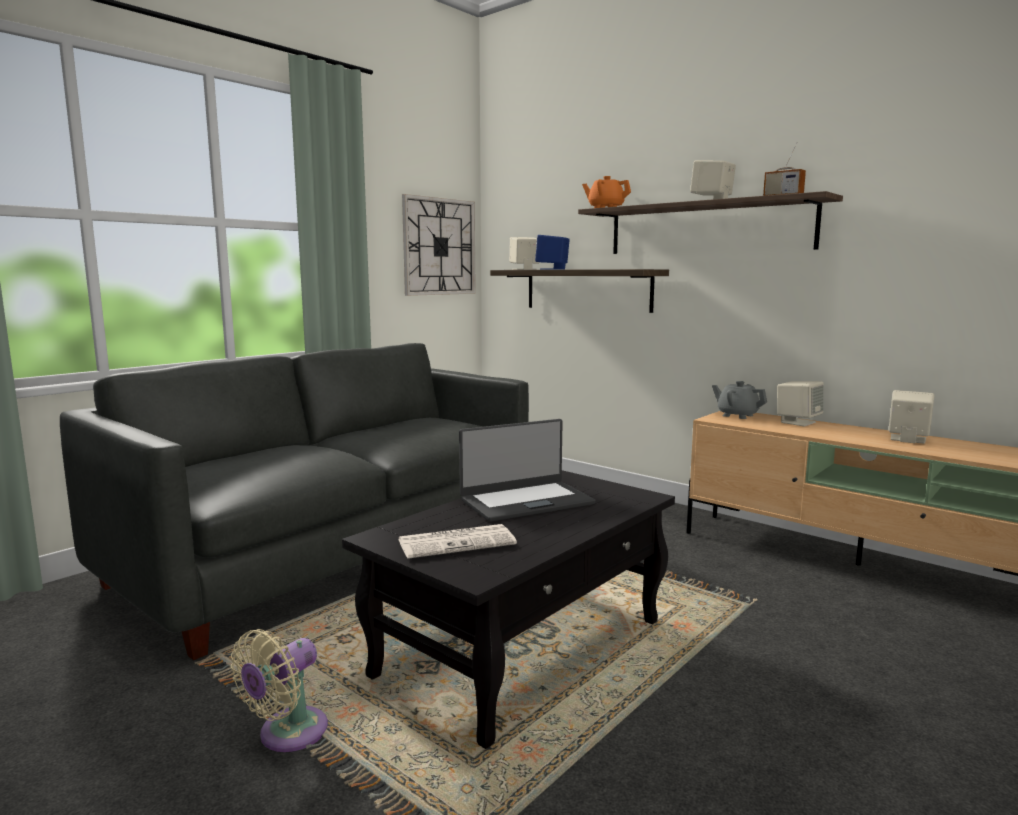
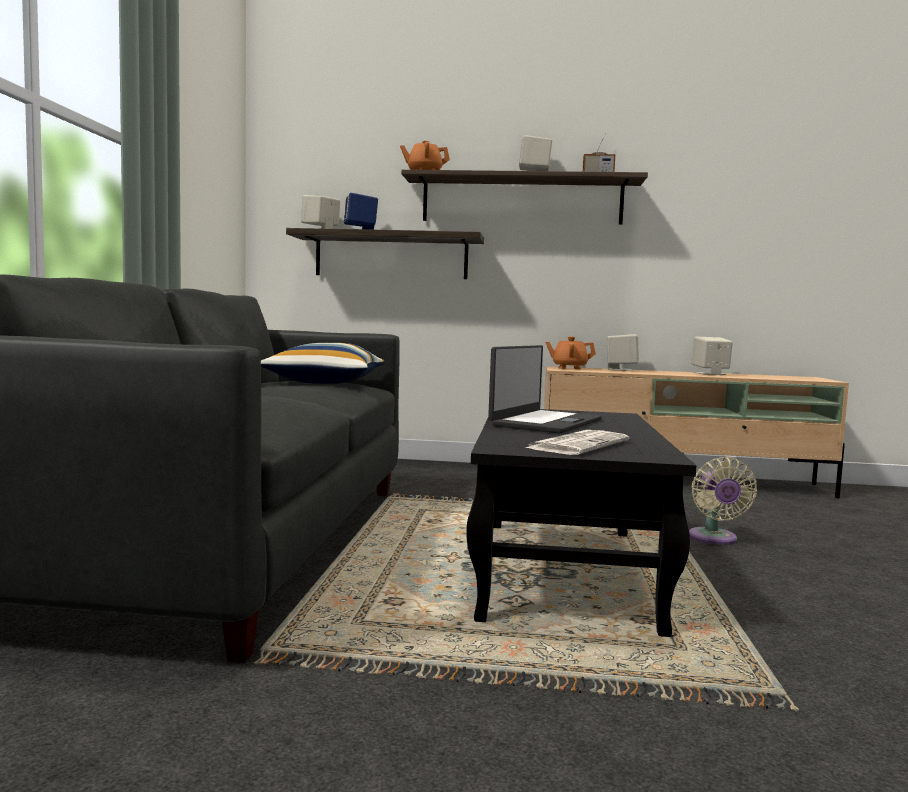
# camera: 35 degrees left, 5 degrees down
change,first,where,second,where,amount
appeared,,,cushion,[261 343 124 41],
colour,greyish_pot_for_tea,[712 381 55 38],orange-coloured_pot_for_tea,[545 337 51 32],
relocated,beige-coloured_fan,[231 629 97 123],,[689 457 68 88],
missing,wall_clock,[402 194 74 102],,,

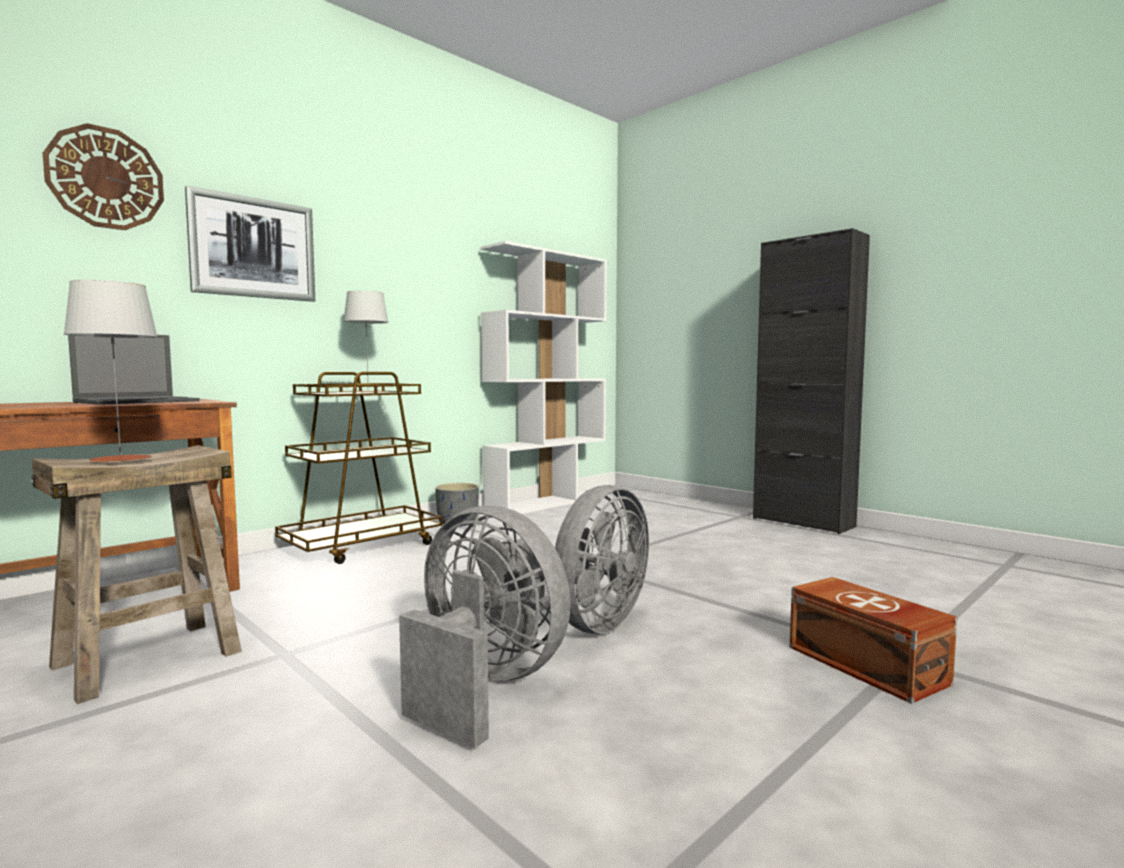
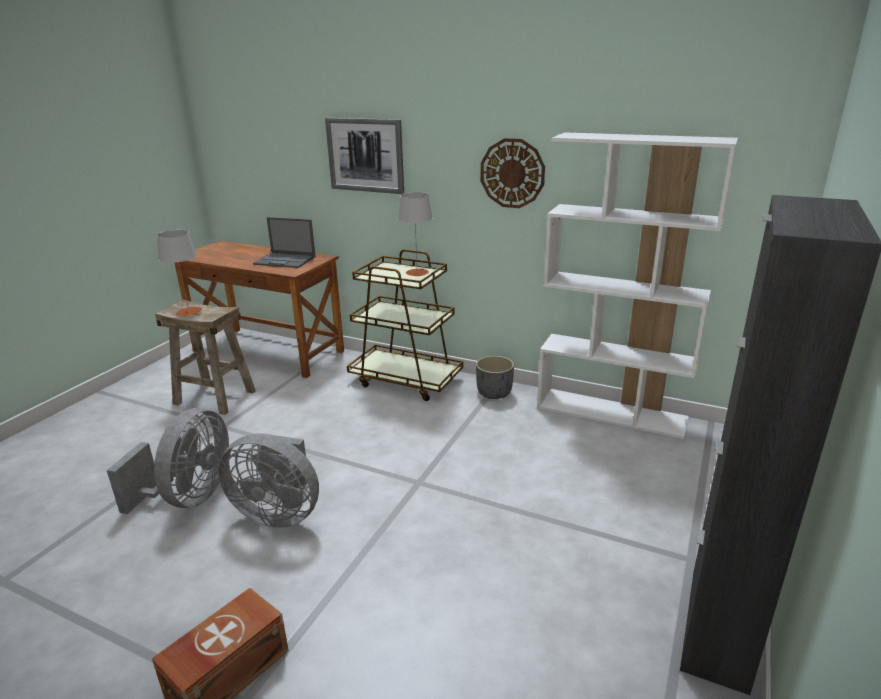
# camera: 70 degrees right, 20 degrees up
change,first,where,second,where,amount
relocated,wall_clock,[43 123 121 107],,[481 138 64 70],

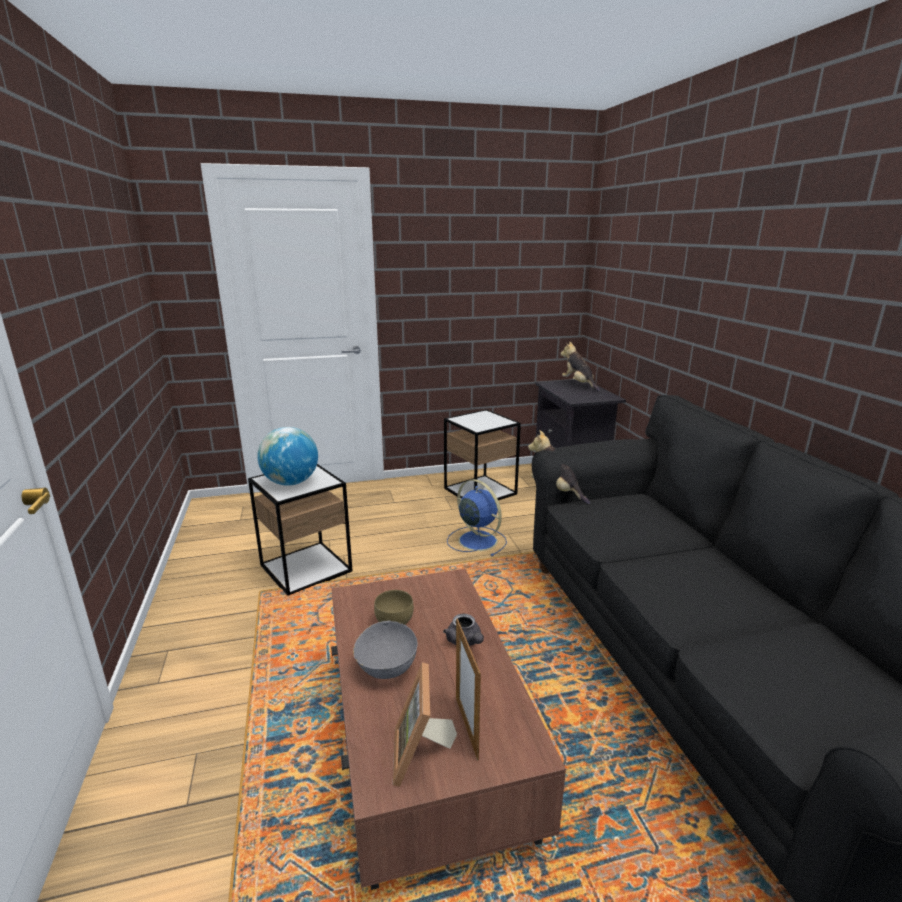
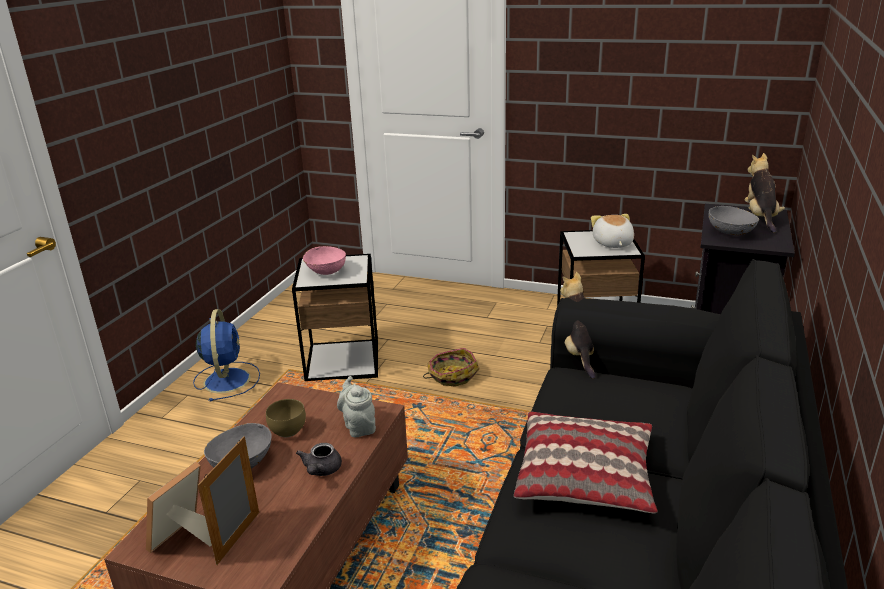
# camera: 35 degrees right, 5 degrees up
change,first,where,second,where,amount
relocated,blue_fan,[447 479 60 77],,[193 309 67 92],
exchanged,desk_globe,[257 427 61 59],pink_bowl,[303 246 43 29],
appeared,,,greyish_pot_for_tea,[337 376 39 61],
appeared,,,basket,[423 348 57 39],
appeared,,,cushion,[514 411 144 102],
appeared,,,plush_toy,[591 214 43 34],
appeared,,,greyish_bowl,[708 206 51 29],

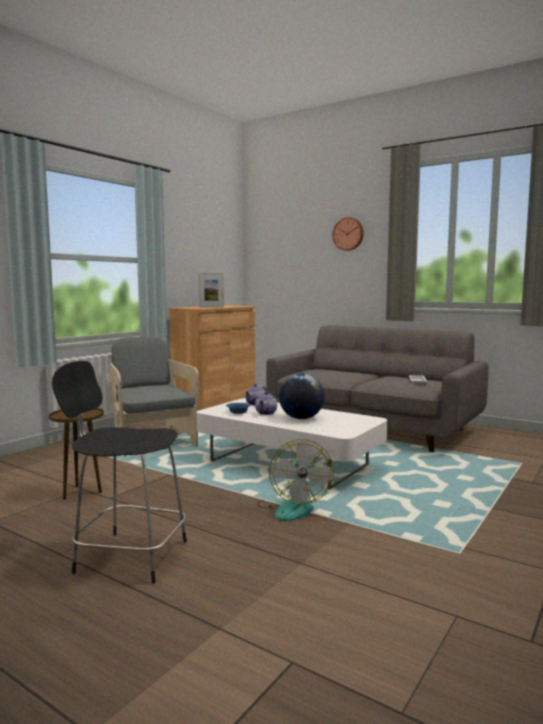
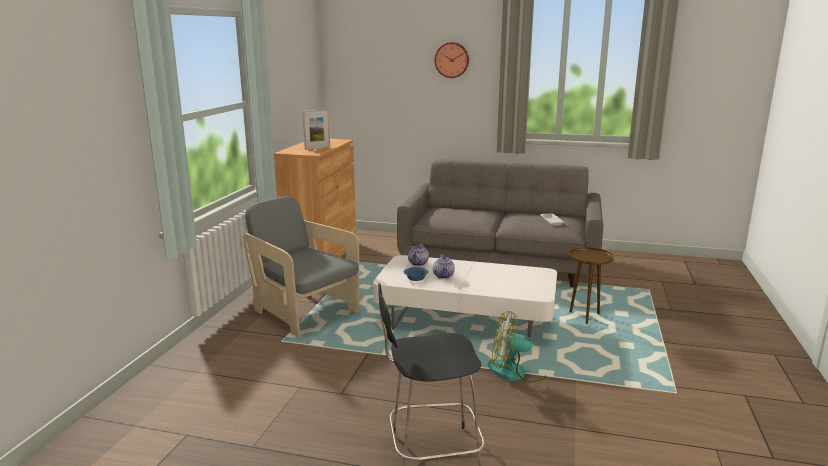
# camera: 20 degrees left, 10 degrees up
change,first,where,second,where,amount
spun,fan,[257 439 77 82],,[488 311 58 71],120 degrees clockwise
relocated,brown_accent_table,[49 408 55 92],,[569 247 45 77],
missing,desk_globe,[279 373 46 46],,,

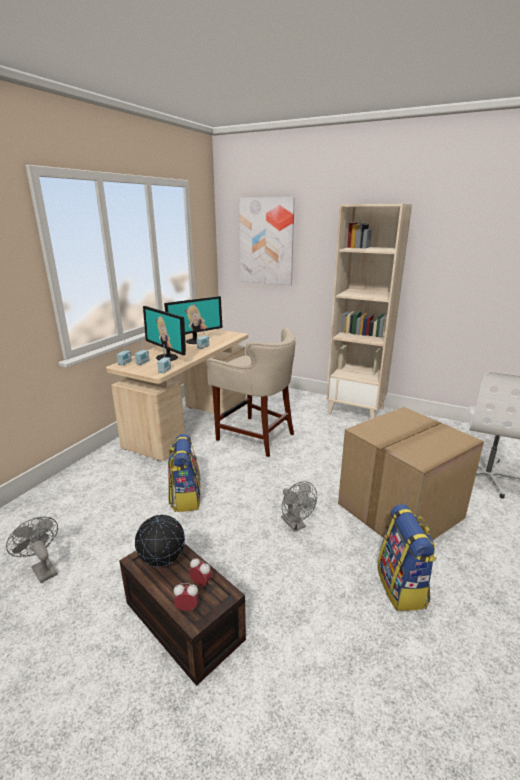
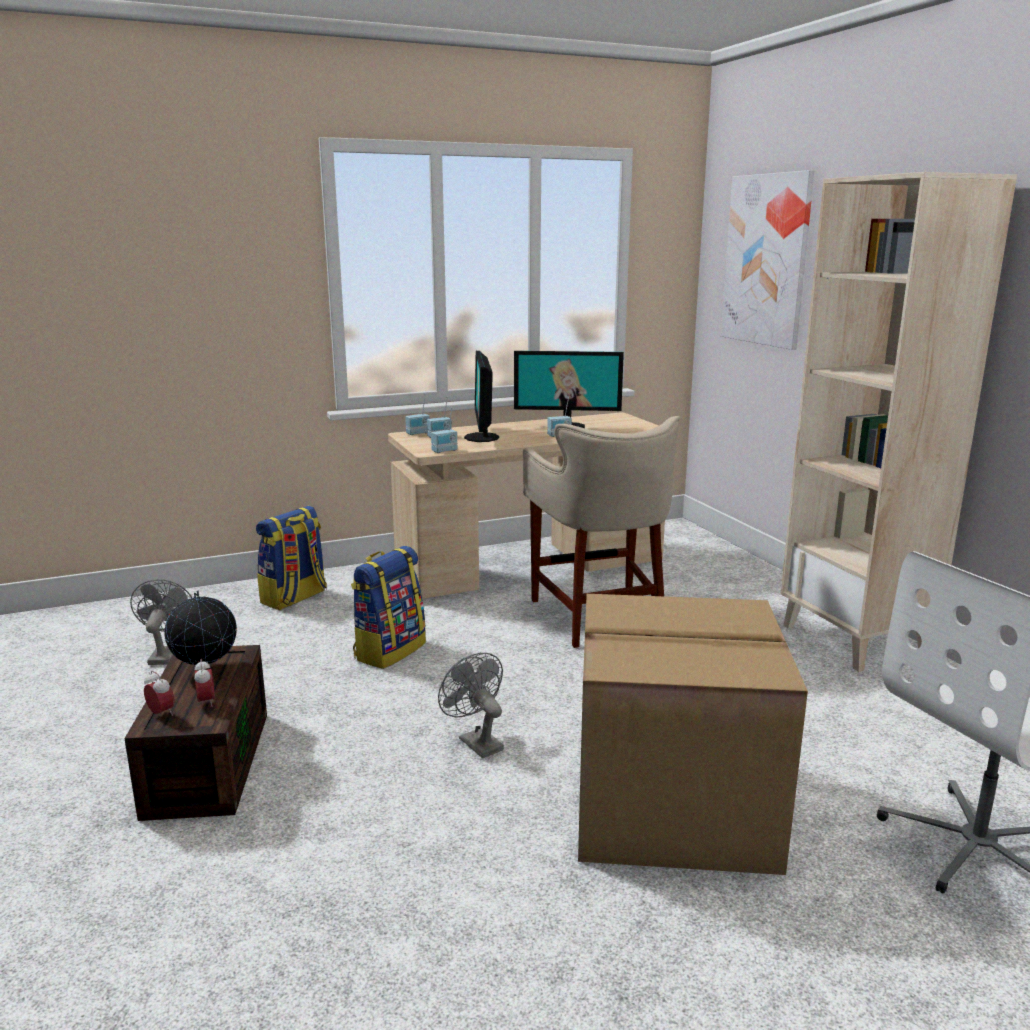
# camera: 40 degrees right, 5 degrees down
change,first,where,second,where,amount
relocated,backpack,[377 504 60 107],,[256 506 71 104],
spun,greyish_fan,[281 481 36 51],,[438 653 66 105],135 degrees clockwise

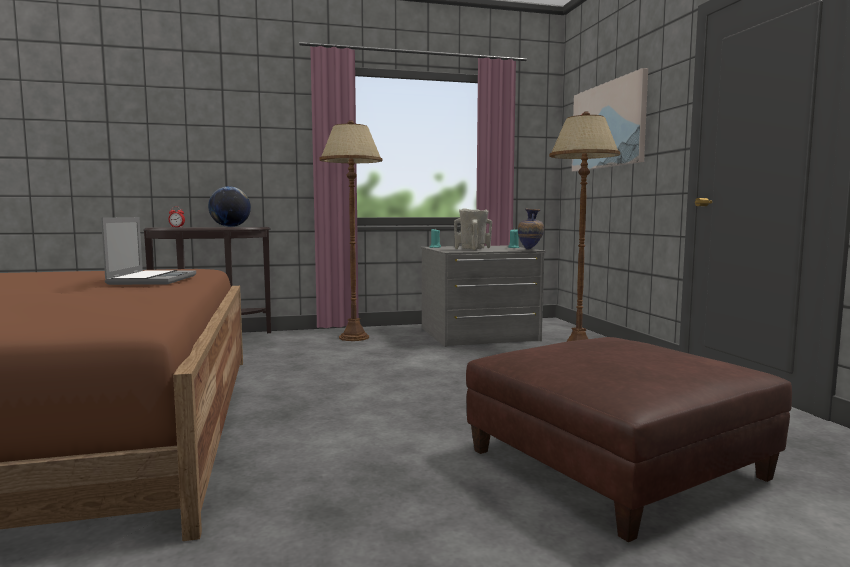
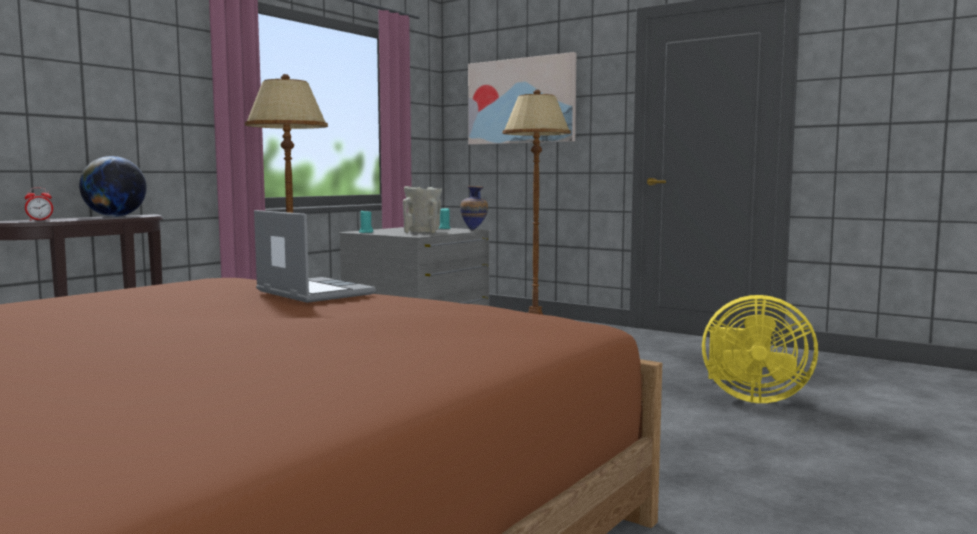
# camera: 40 degrees left, 0 degrees up
change,first,where,second,where,amount
exchanged,brown_footrest,[466 337 326 205],yellow_fan,[702 295 116 108],

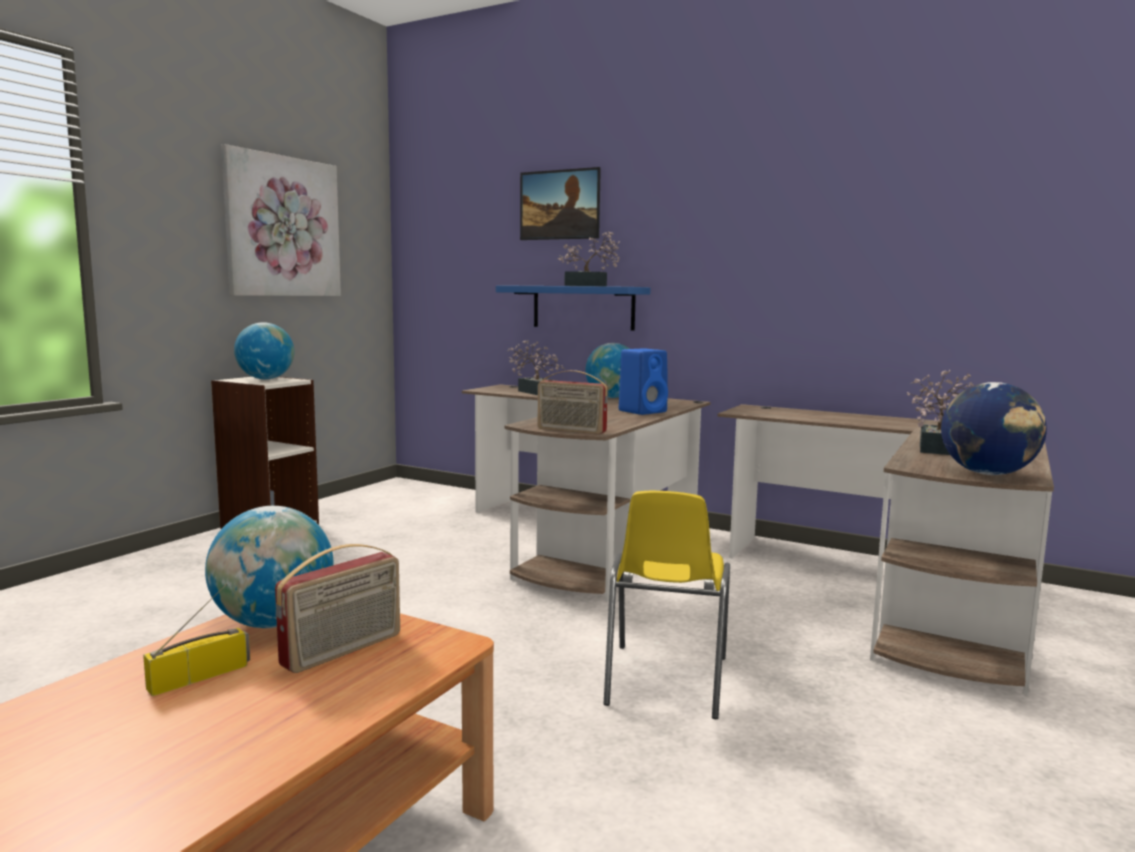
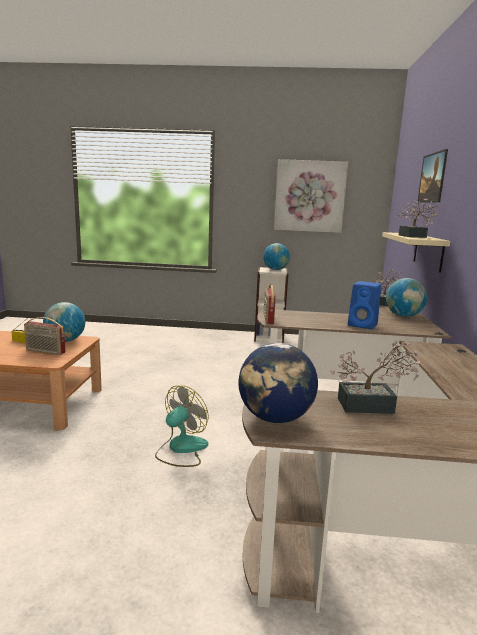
# camera: 65 degrees right, 5 degrees up
change,first,where,second,where,amount
exchanged,yellow_upright_chair,[604 491 126 228],fan,[155 386 54 81],
colour,blue_shelf,[496 285 154 46],beige-coloured_shelf,[382 232 68 40],

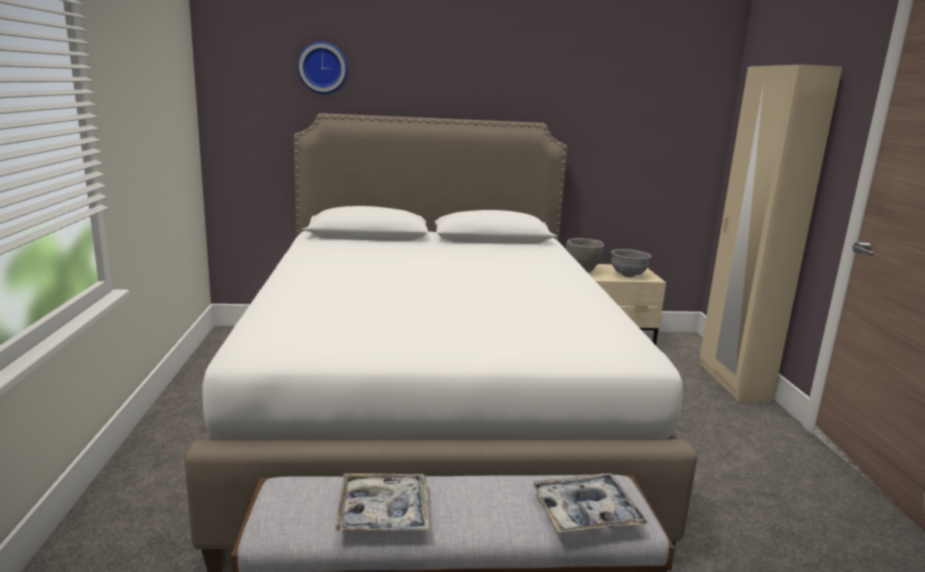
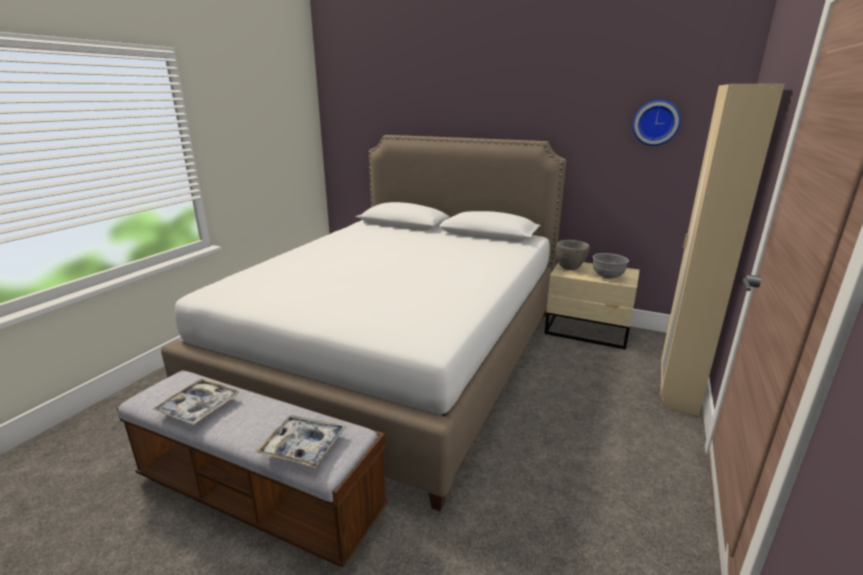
# camera: 30 degrees right, 5 degrees up
change,first,where,second,where,amount
relocated,wall_clock,[297 41 51 53],,[633 100 48 46],

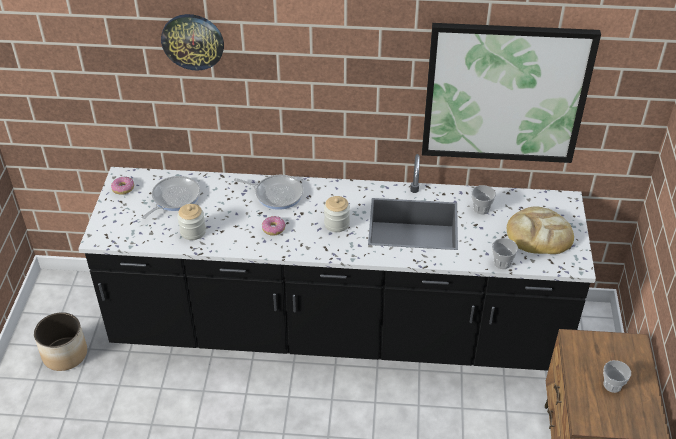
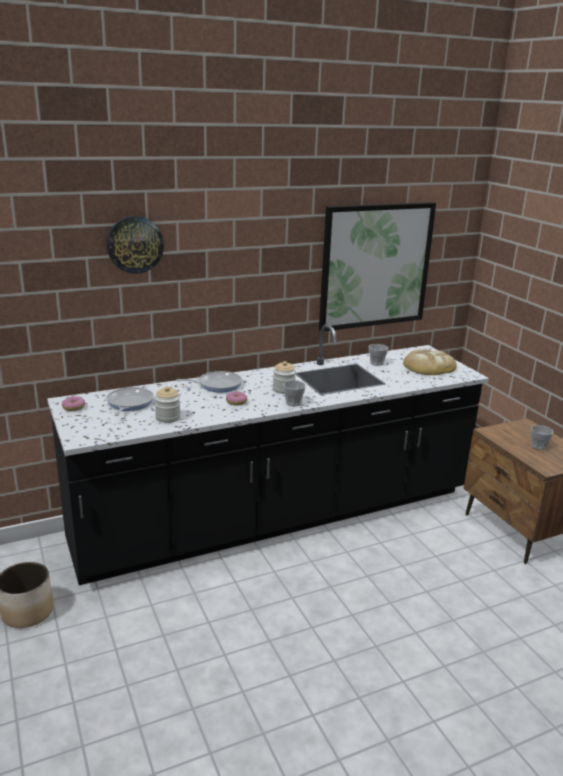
# camera: 30 degrees left, 20 degrees down
change,first,where,second,where,amount
relocated,cup,[492 238 26 31],,[283 380 23 26],

